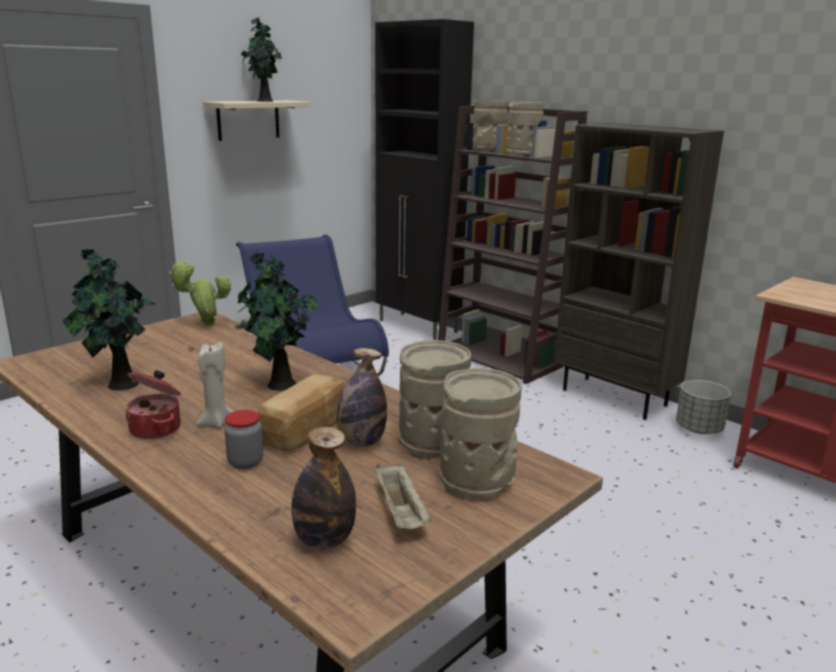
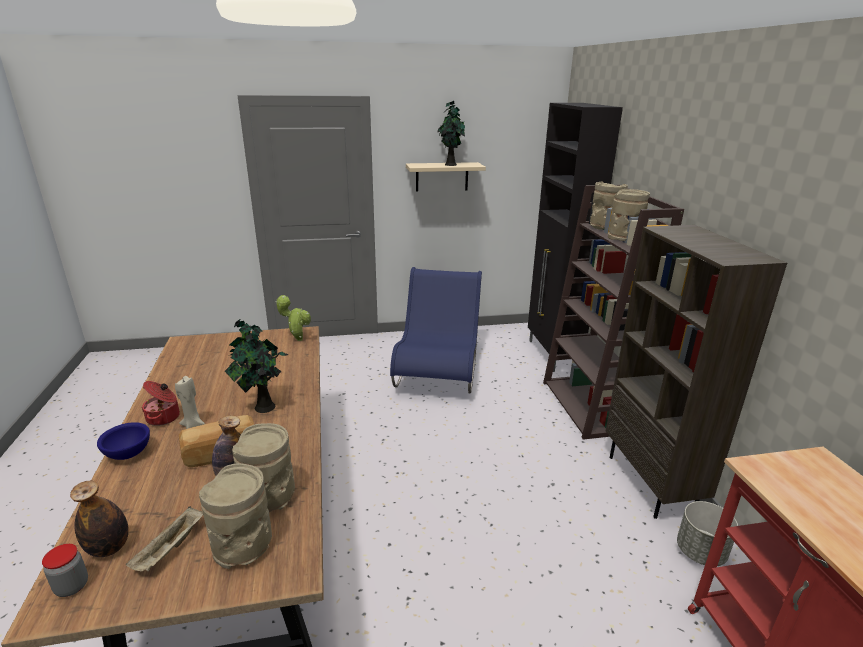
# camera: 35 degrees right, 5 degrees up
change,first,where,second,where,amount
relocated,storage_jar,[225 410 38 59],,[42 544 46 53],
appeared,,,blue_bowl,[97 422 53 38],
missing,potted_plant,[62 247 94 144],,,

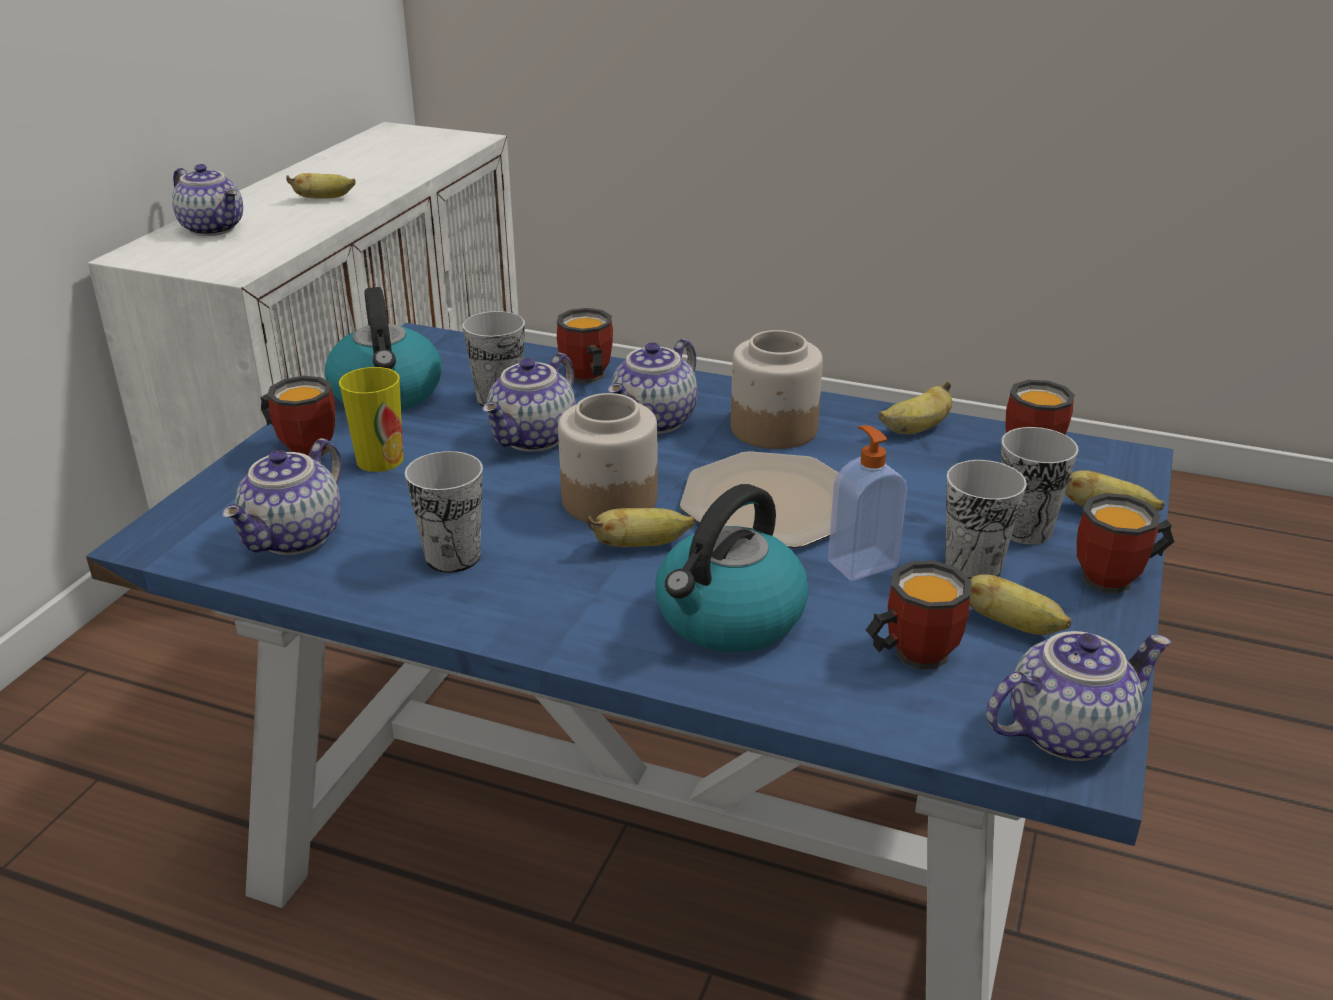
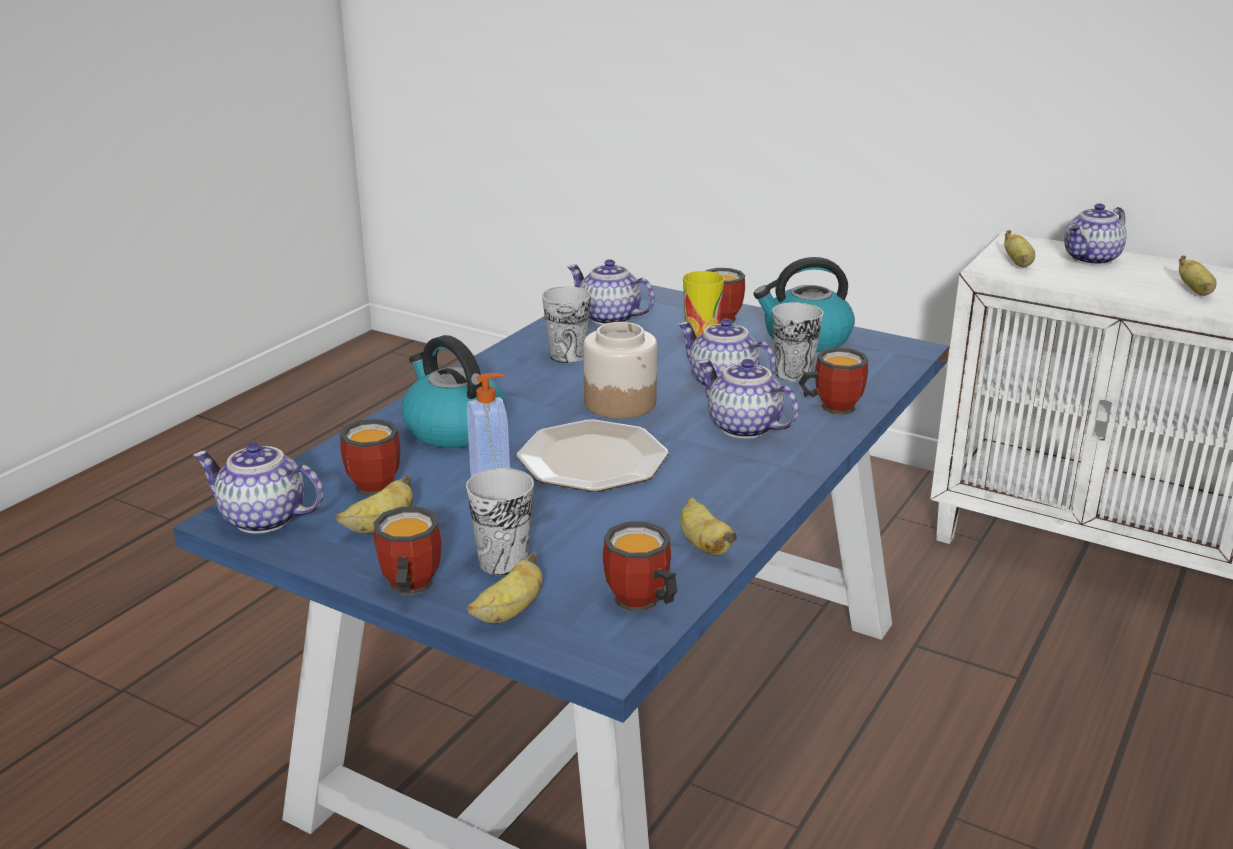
# camera: 100 degrees right, 5 degrees down
change,first,where,second,where,amount
spun,pot_for_tea,[986 631 185 130],,[193 442 131 92],120 degrees clockwise
relocated,banana_fruit,[587 508 108 39],,[1004 230 31 37],
missing,storage_jar,[731 330 92 119],,,
missing,cup,[945 460 82 119],,,

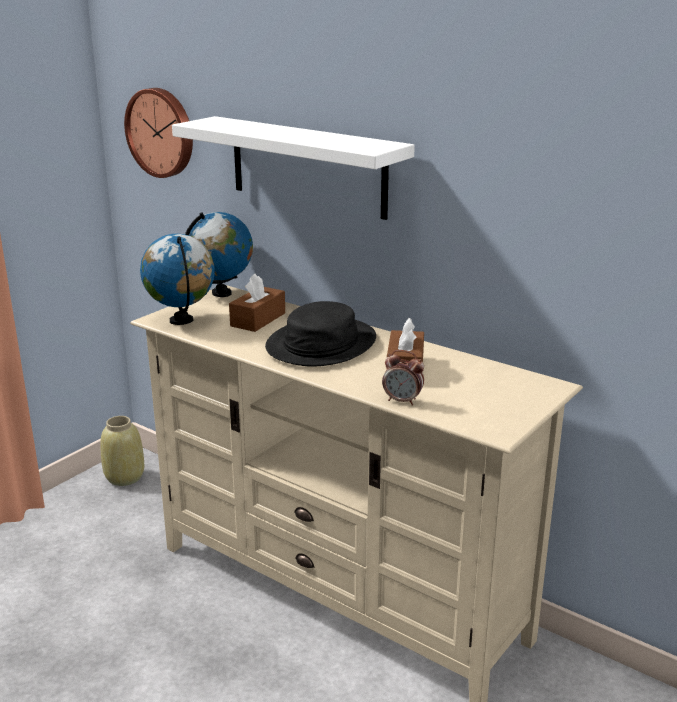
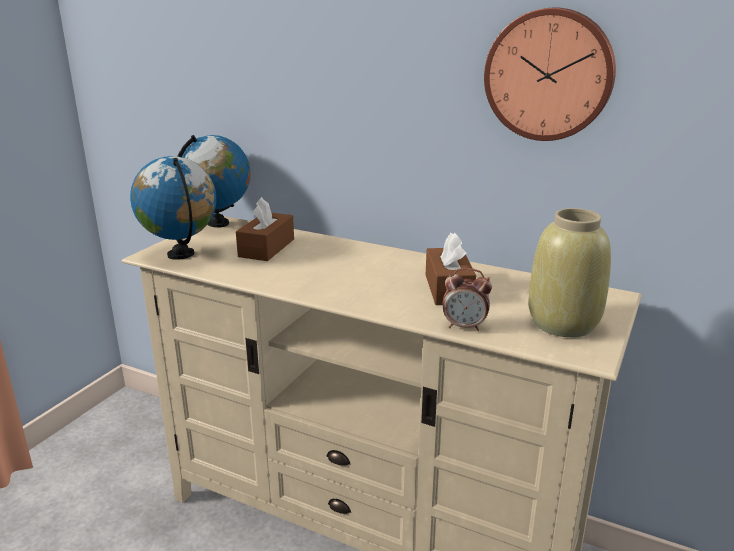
# camera: 10 degrees left, 0 degrees up
change,first,where,second,where,amount
relocated,wall_clock,[124 88 69 90],,[484 7 132 134],
relocated,beige-coloured_decorative_vase,[100 416 44 70],,[529 208 82 129],
missing,white-coloured_shelf,[172 116 243 104],,,
missing,black_wearable_hat,[265 301 111 66],,,

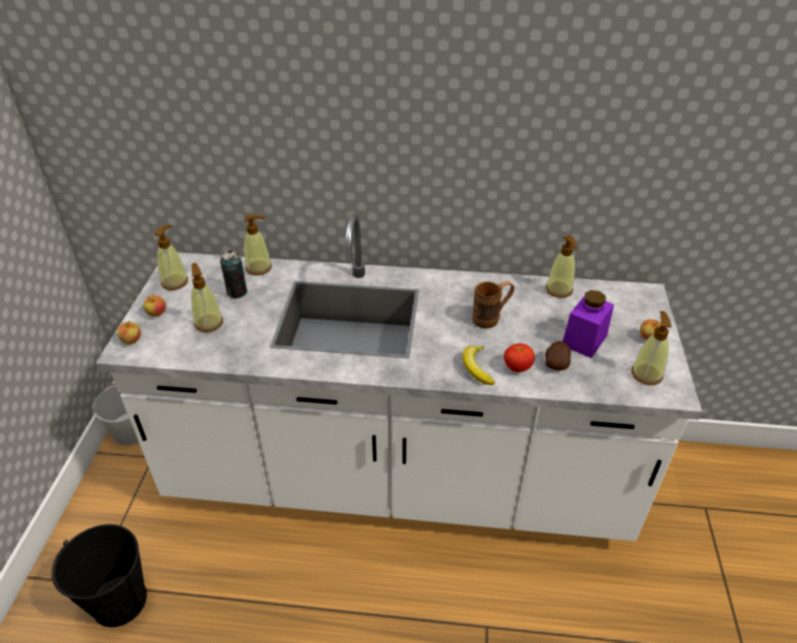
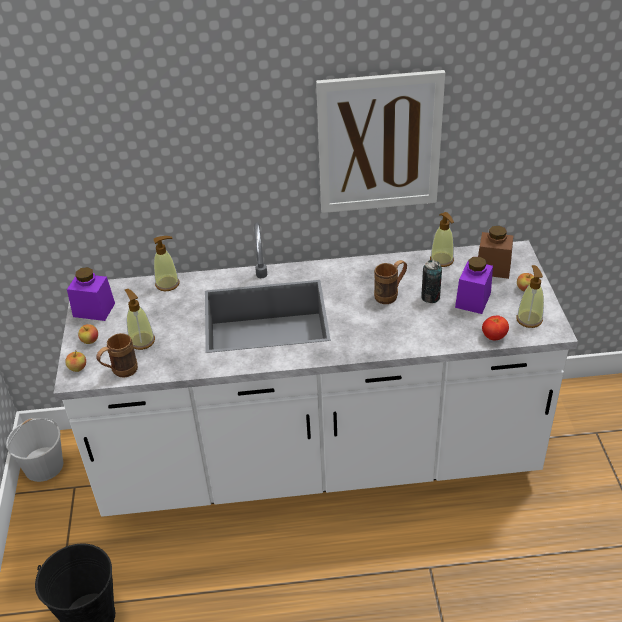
# camera: 10 degrees left, 0 degrees up
change,first,where,second,where,amount
exchanged,soap_dispenser,[154 225 34 65],purple_storage_jar,[67 267 48 54],
appeared,,,brown_coffee_mug,[96 333 42 45],
appeared,,,wall_picture,[316 70 129 143],
relocated,can,[220 250 27 48],,[421 260 21 43],
appeared,,,brown_storage_jar,[478 226 35 53],
relocated,tomato,[504 343 31 29],,[482 316 27 24],
missing,banana_fruit,[462 346 33 39],,,
missing,whole_potato,[545 341 26 30],,,

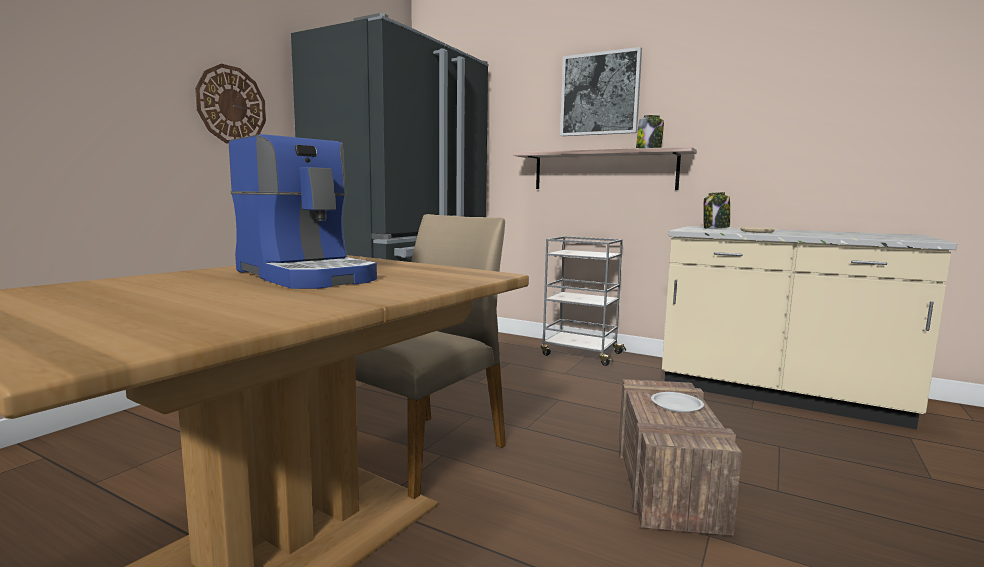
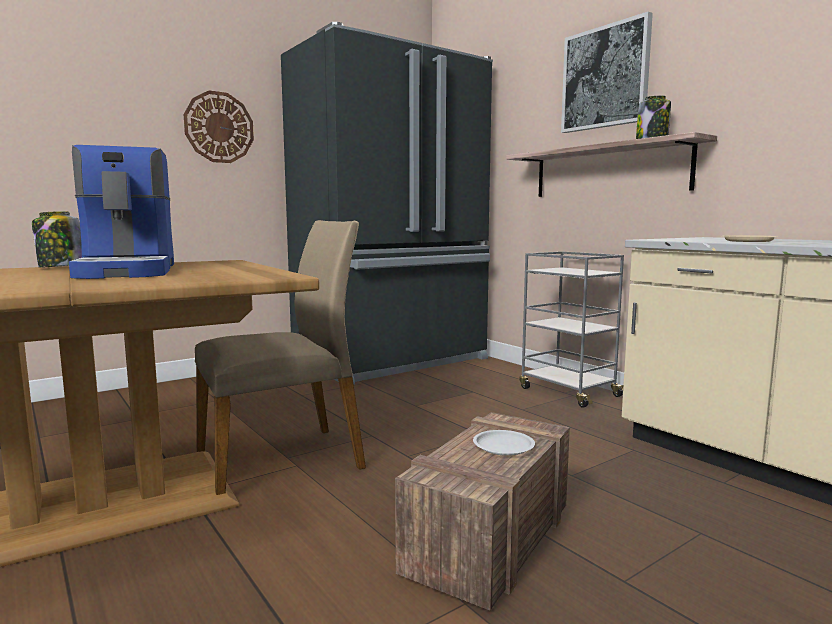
# camera: 25 degrees right, 0 degrees up
change,first,where,second,where,amount
relocated,storage_jar,[704 192 26 37],,[32 211 50 57],

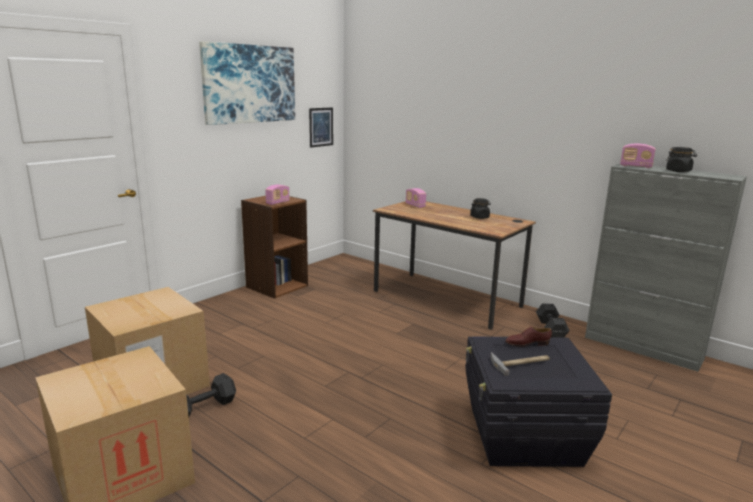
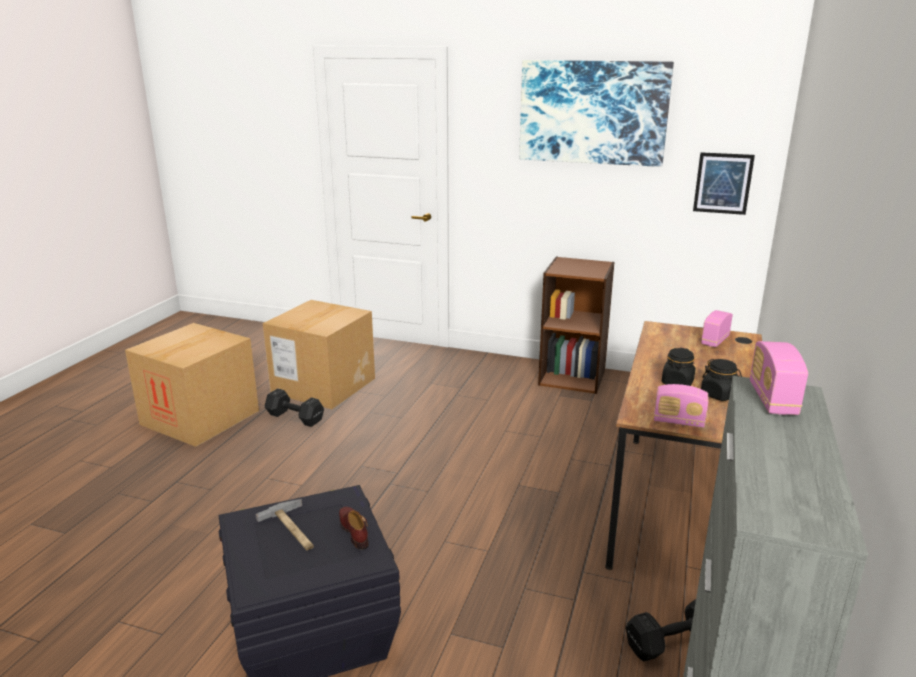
# camera: 70 degrees right, 5 degrees up
change,first,where,second,where,amount
relocated,radio,[265 184 25 21],,[654 384 55 44],
relocated,black_storage_jar,[666 147 31 25],,[662 348 33 38],

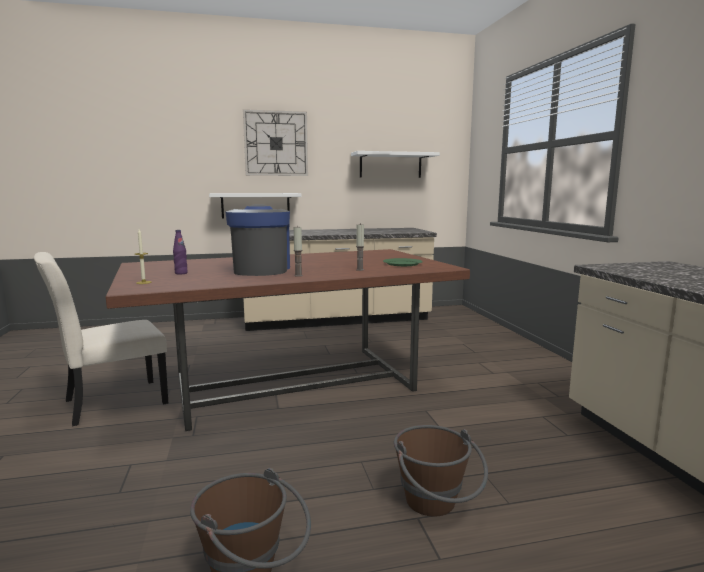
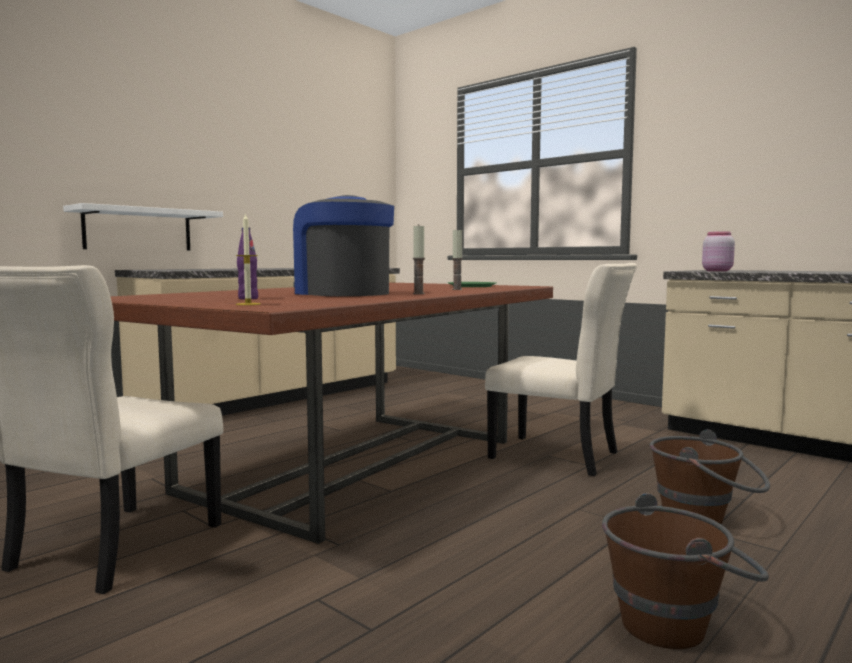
# camera: 35 degrees left, 5 degrees down
change,first,where,second,where,amount
appeared,,,beige-coloured_upright_chair,[485 263 152 213],
appeared,,,pink_storage_jar,[702 231 33 40],
missing,wall_clock,[243 109 65 67],,,
missing,white-coloured_shelf,[351 151 89 27],,,

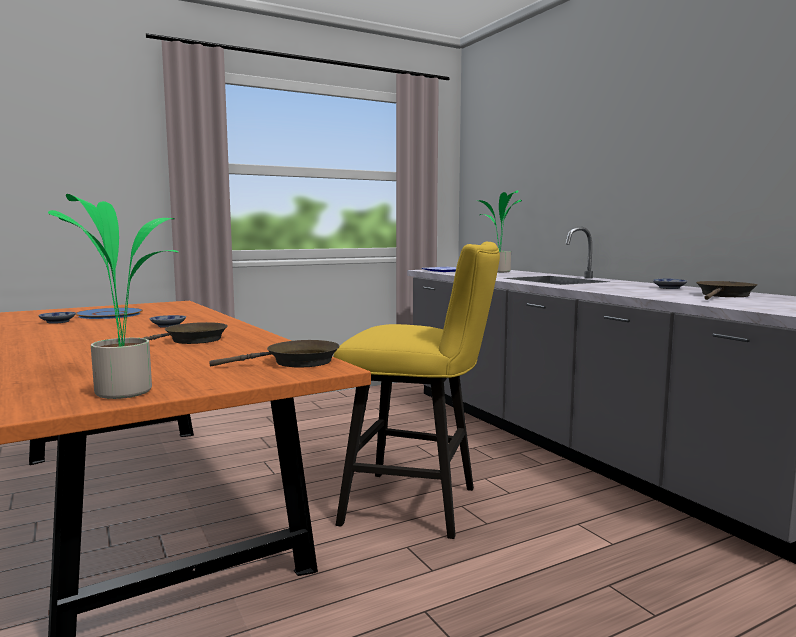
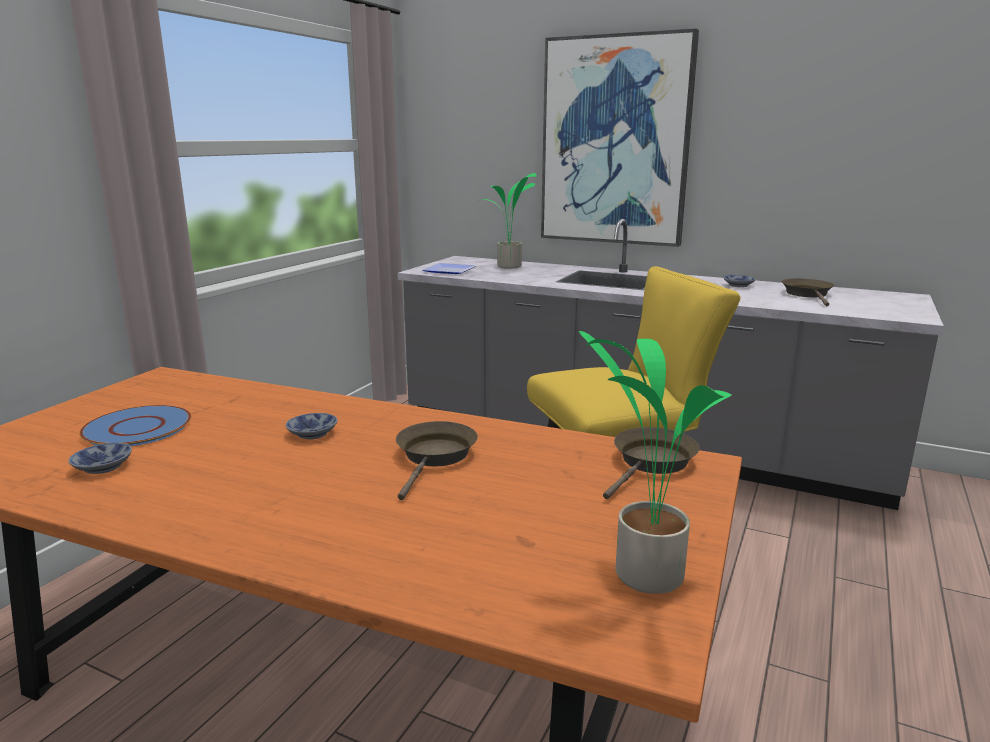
# camera: 35 degrees left, 10 degrees up
change,first,where,second,where,amount
appeared,,,wall_picture,[541 28 158 219],

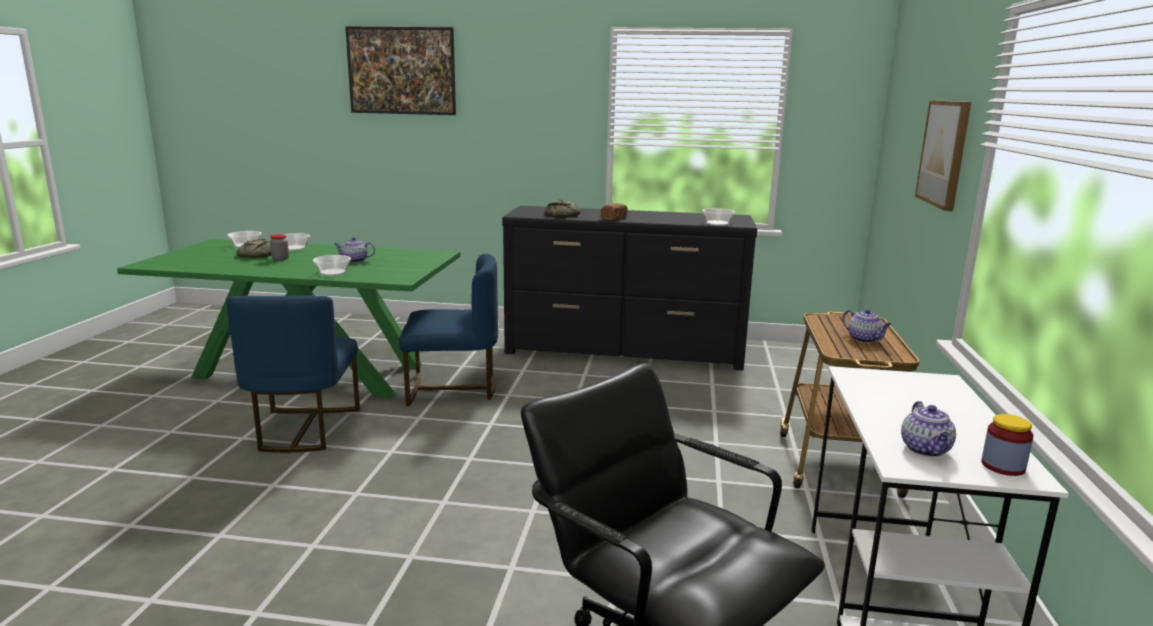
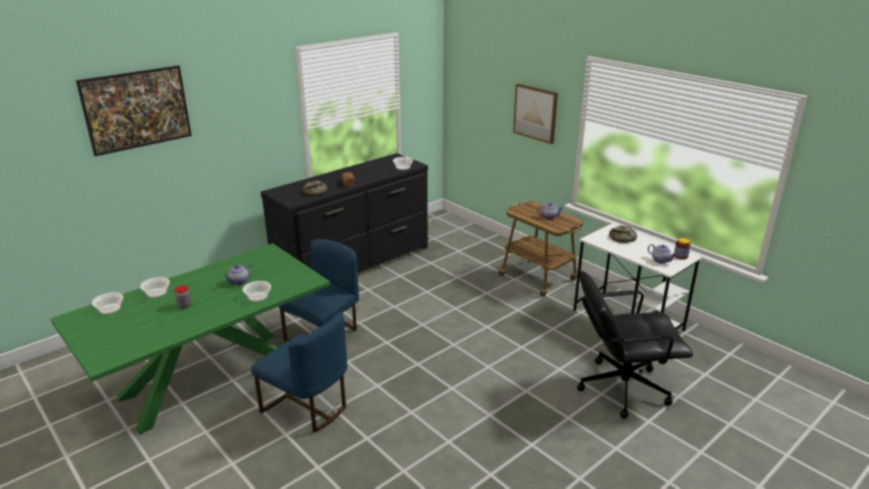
# camera: 50 degrees left, 10 degrees up
change,first,where,second,where,amount
relocated,bakery_bread,[237 239 34 19],,[609 225 28 18],

